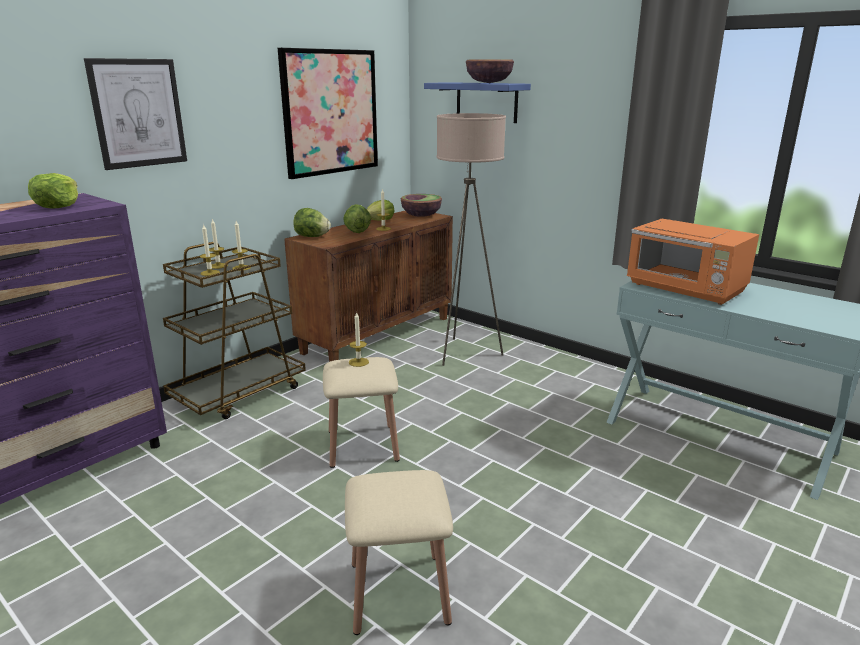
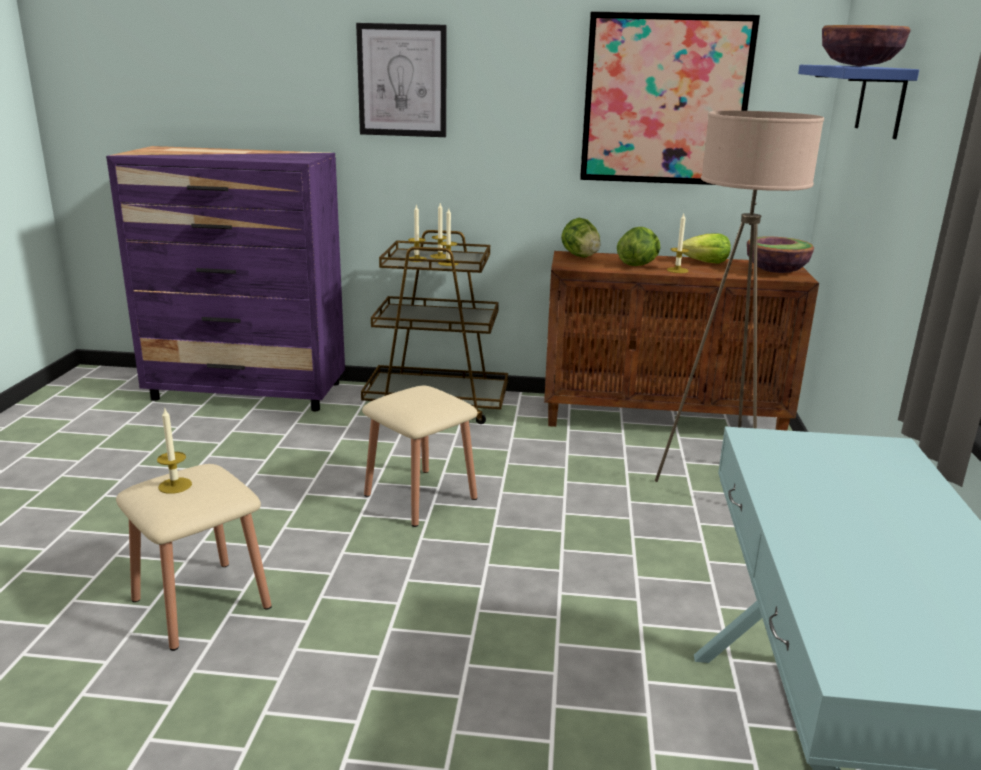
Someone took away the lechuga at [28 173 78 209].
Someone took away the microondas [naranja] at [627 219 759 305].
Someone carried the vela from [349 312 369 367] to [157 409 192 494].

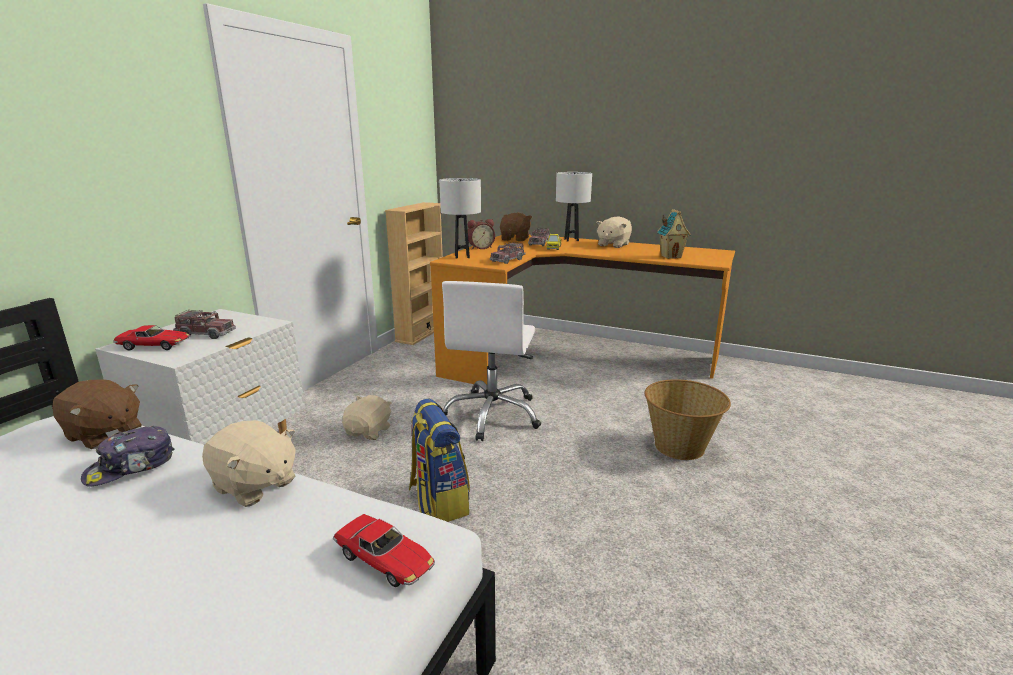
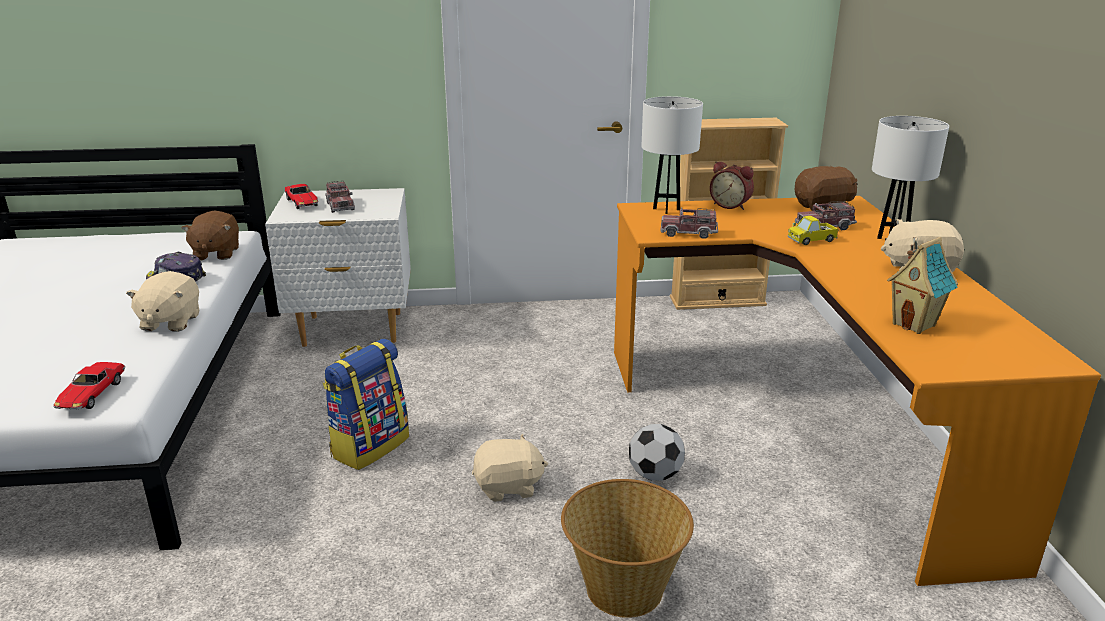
Someone took away the silla de oficina [blanco] at [442 281 541 441].
Someone carried the peluche [beis] from [342 395 392 440] to [472 434 548 502].
Someone put down the balón de fútbol at [629 424 685 481].

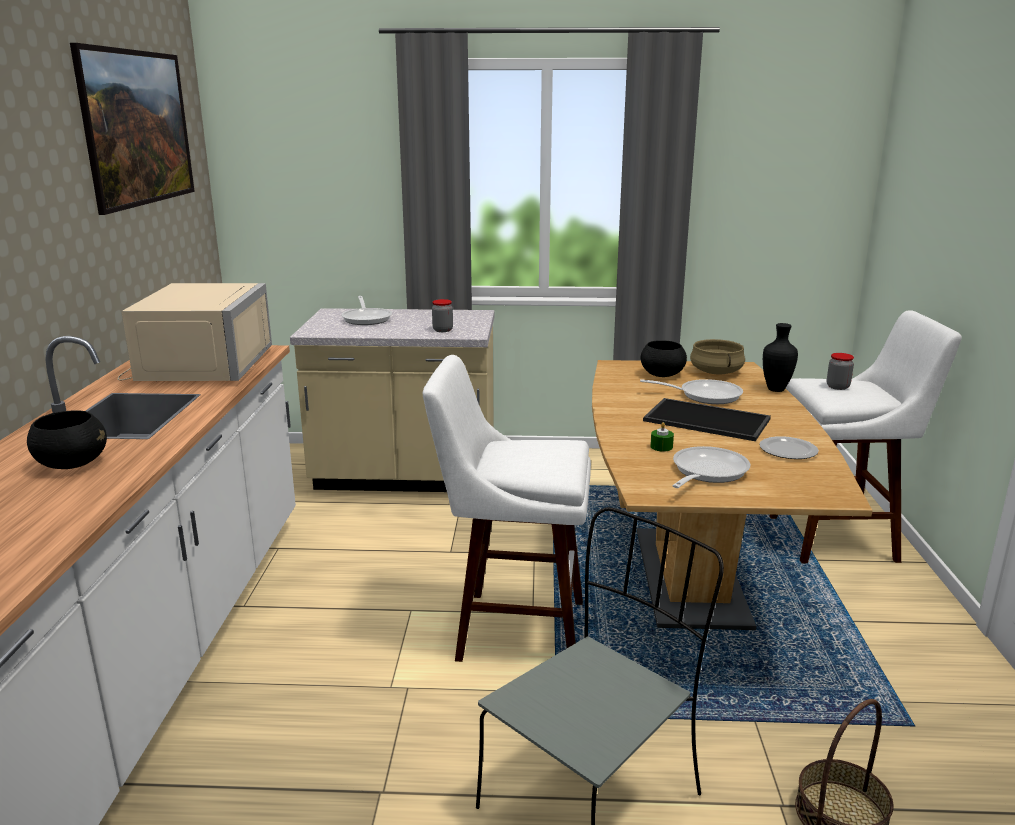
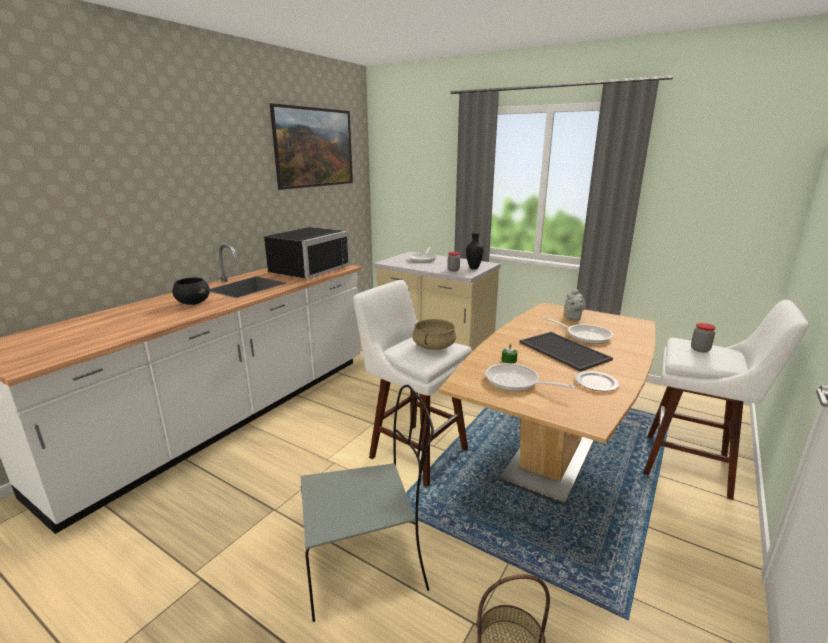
Someone repainted the microondas [beis] at [118 283 272 381], which became the microondas [negro] at [264 227 350 279].
Someone carried the florero [negro] from [763 323 798 392] to [466 233 484 269].
Someone carried the olla [beis] from [690 339 745 375] to [413 319 456 350].
Someone swapped the cuenco [negro] at [641 340 687 377] for the tetera [gris] at [564 288 586 321].
Someone rotated the sartén at [672 446 750 488] by 120 degrees counterclockwise.

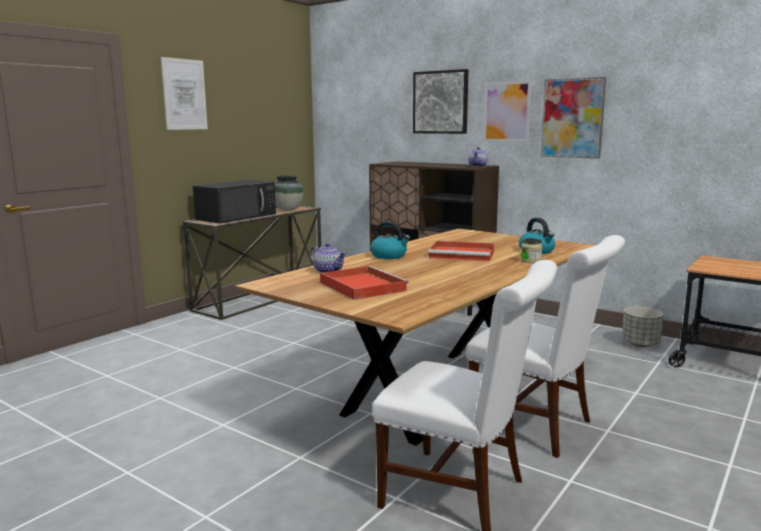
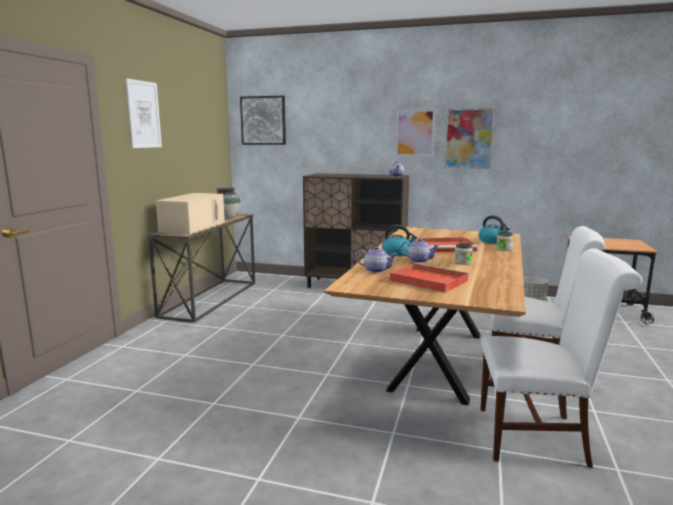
Someone carried the cuadro from [413 69 468 134] to [240 96 286 145].
Someone repainted the microondas [negro] at [193 180 276 224], which became the microondas [beis] at [156 193 225 234].
Someone put down the tetera at [401 238 439 263].
Someone put down the tarro at [454 243 473 265].

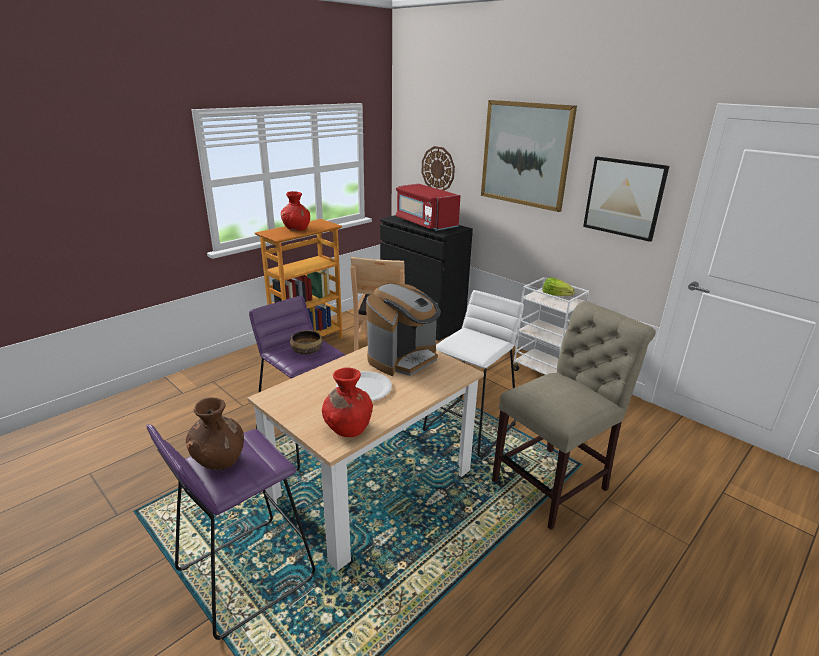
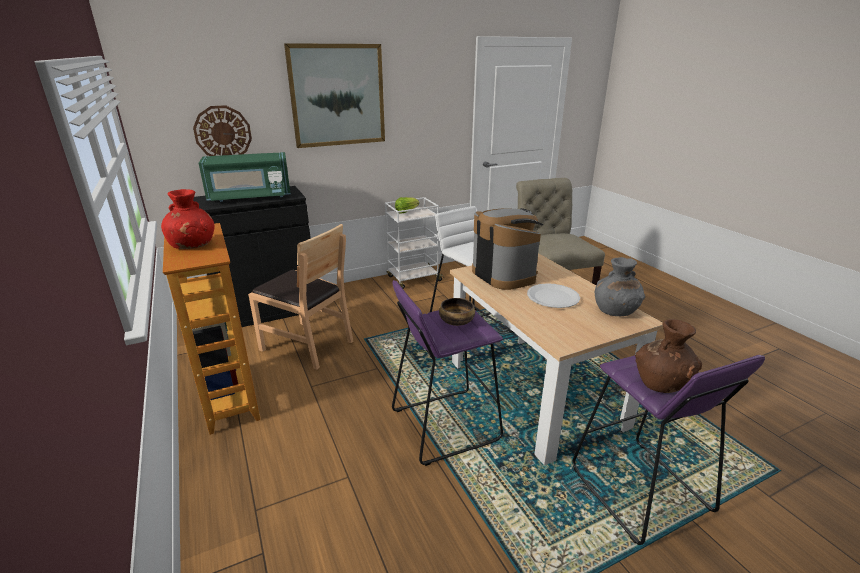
Someone took away the cuadro at [583 156 669 242].
Someone repainted the microondas [rojo] at [396 184 460 231], which became the microondas [verde] at [199 152 291 202].
Someone repainted the florero [rojo] at [322 368 373 437], which became the florero [gris] at [595 257 645 316].

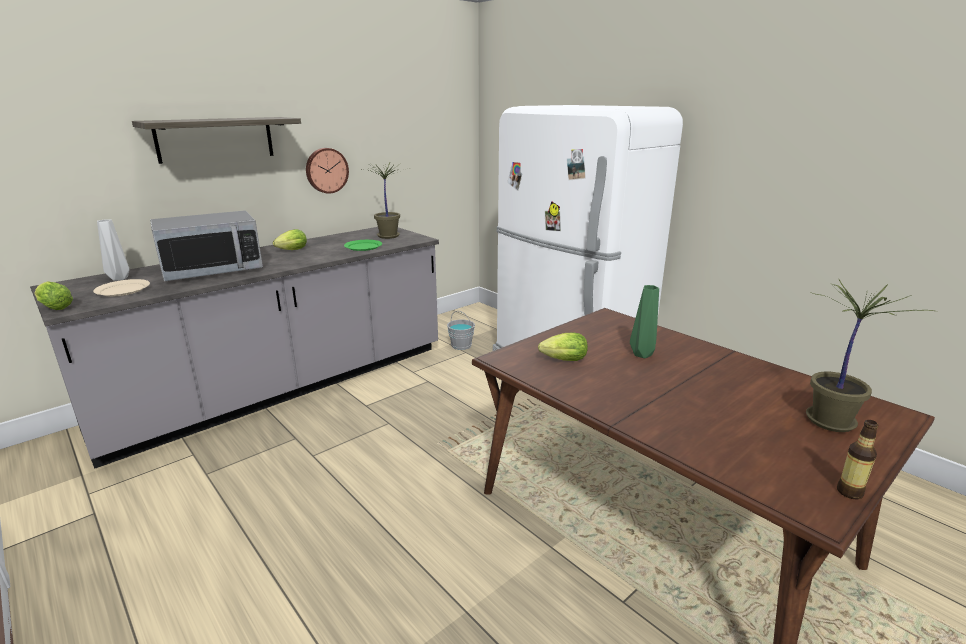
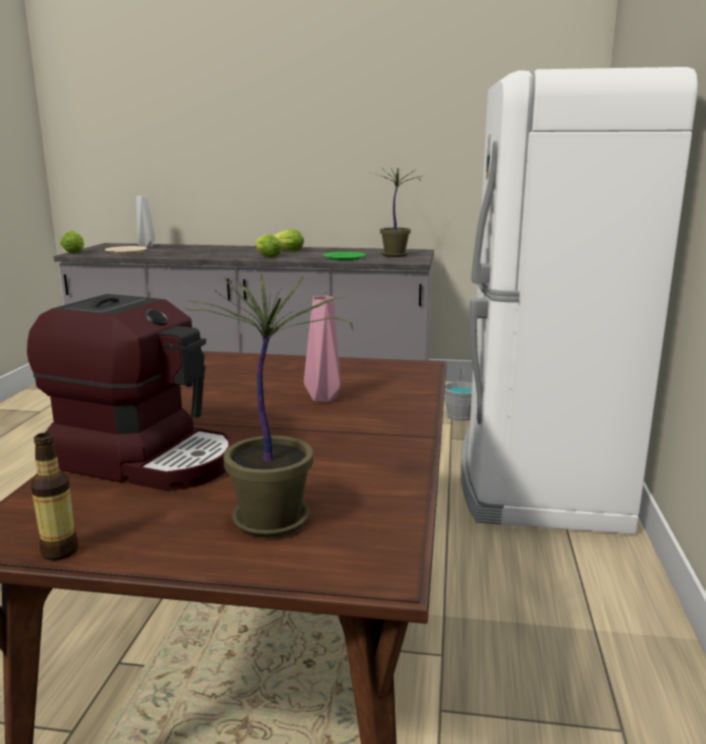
Someone took away the estante at [132 117 301 164].
Someone took away the reloj de pared at [306 148 349 194].
Someone took away the microondas at [150 210 263 281].
Someone repainted the florero [verde] at [630 285 659 358], which became the florero [rosa] at [304 296 340 403].
Someone carried the lechuga from [538 333 588 361] to [255 234 282 258].
Someone put down the cafetera at [27 294 232 491].

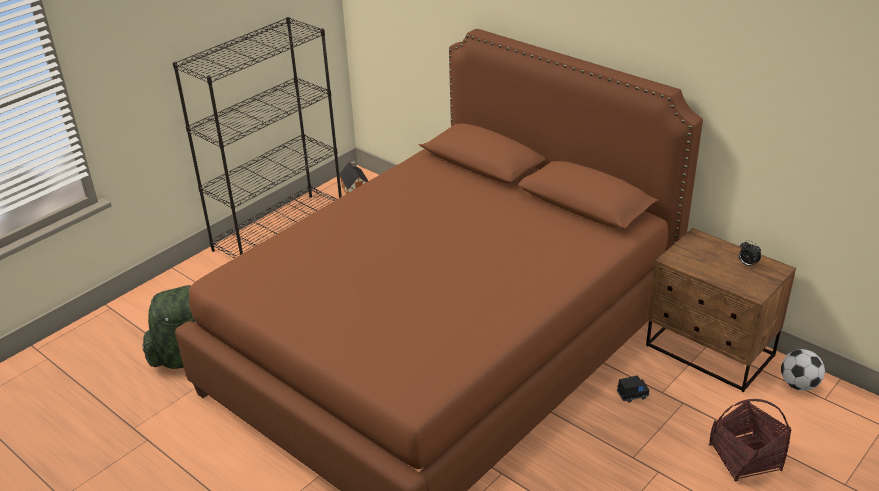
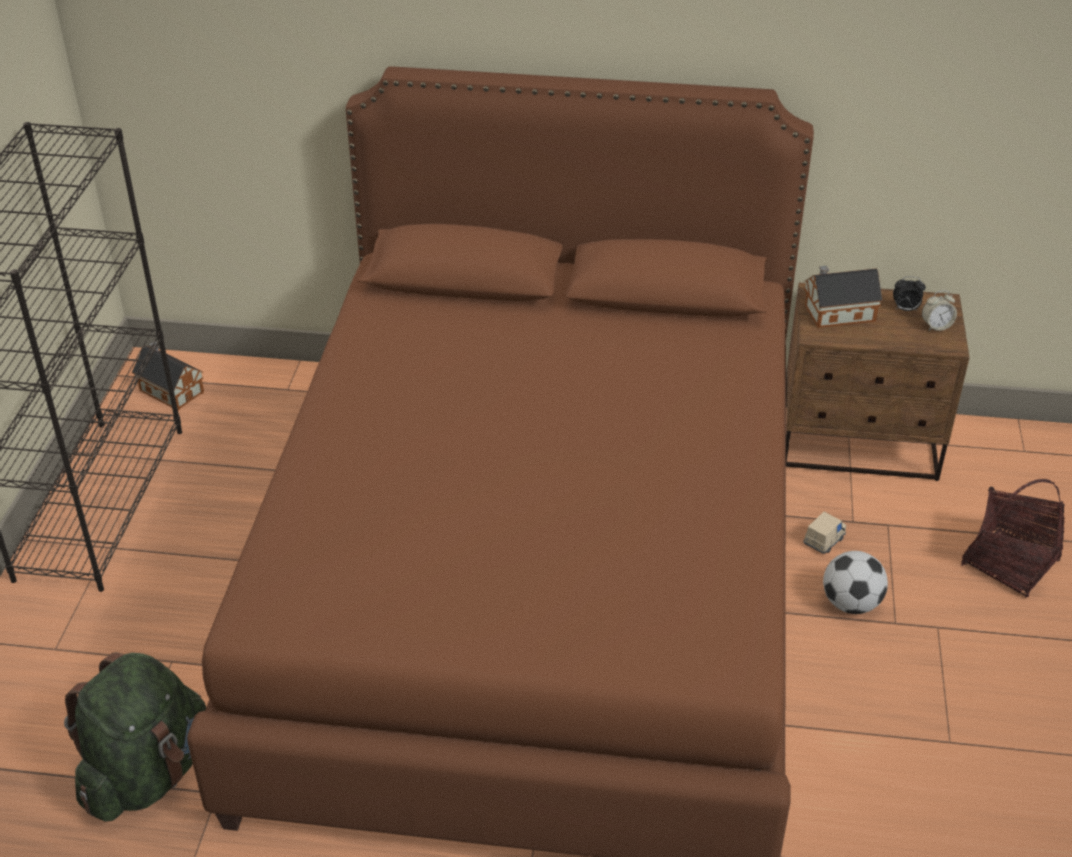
Someone carried the balón de fútbol from [781 349 825 391] to [823 551 888 614].
Someone repainted the coche de juguete [negro] at [617 375 649 402], which became the coche de juguete [beis] at [803 512 846 554].
Someone put down the casita at [804 266 883 328].
Someone put down the despertador at [922 290 957 331].

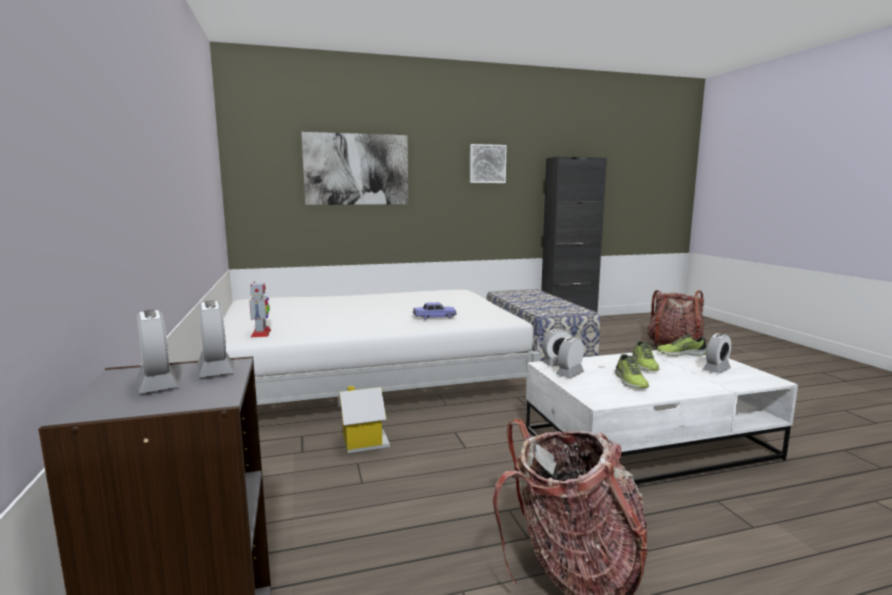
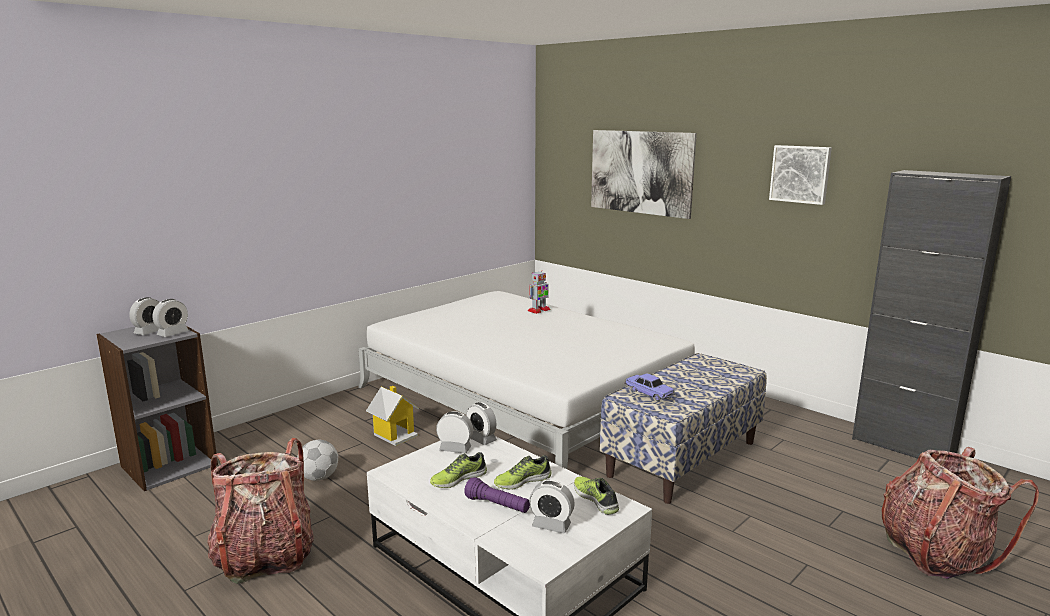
Someone carried the robot de juguete from [249 281 271 337] to [528 272 550 314].
Someone carried the coche de juguete from [413 302 457 320] to [624 373 675 401].
Someone put down the balón de fútbol at [297 440 338 481].
Someone put down the linterna [morado] at [464 477 530 513].

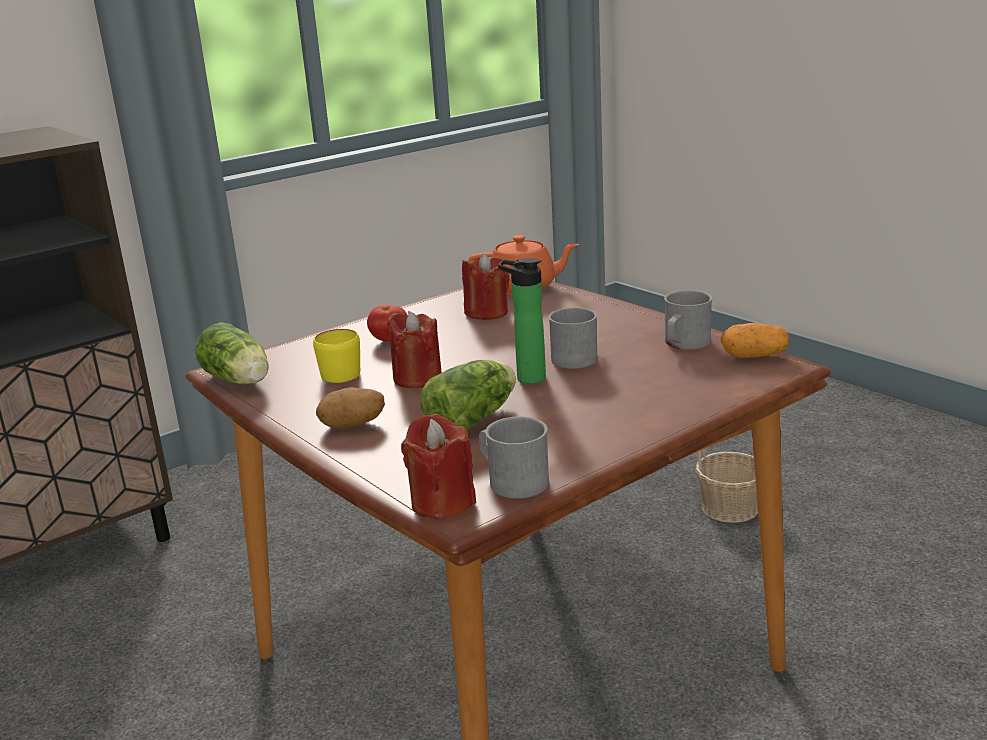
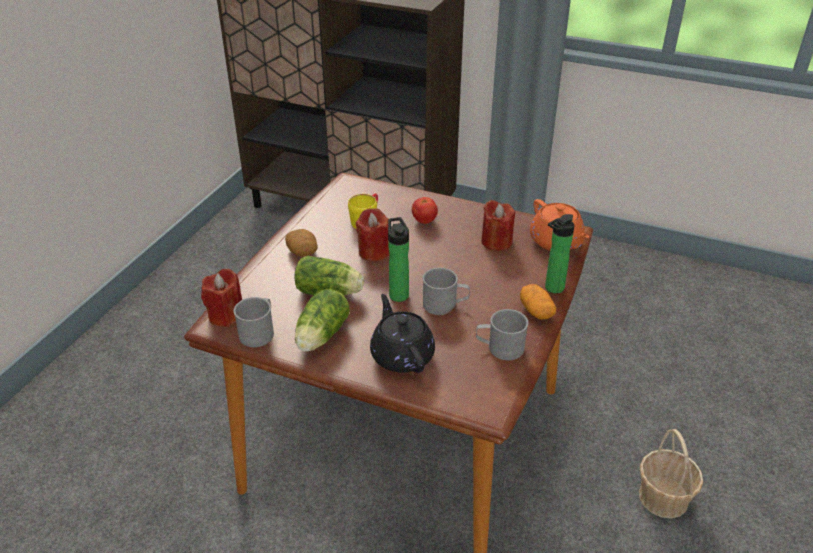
Someone carried the lechuga from [195 322 269 385] to [295 289 350 352].
Someone carried the patata from [721 323 790 358] to [520 284 556 320].
Someone put down the botella at [545 214 575 293].
Someone put down the tetera [negro] at [370 294 435 373].

